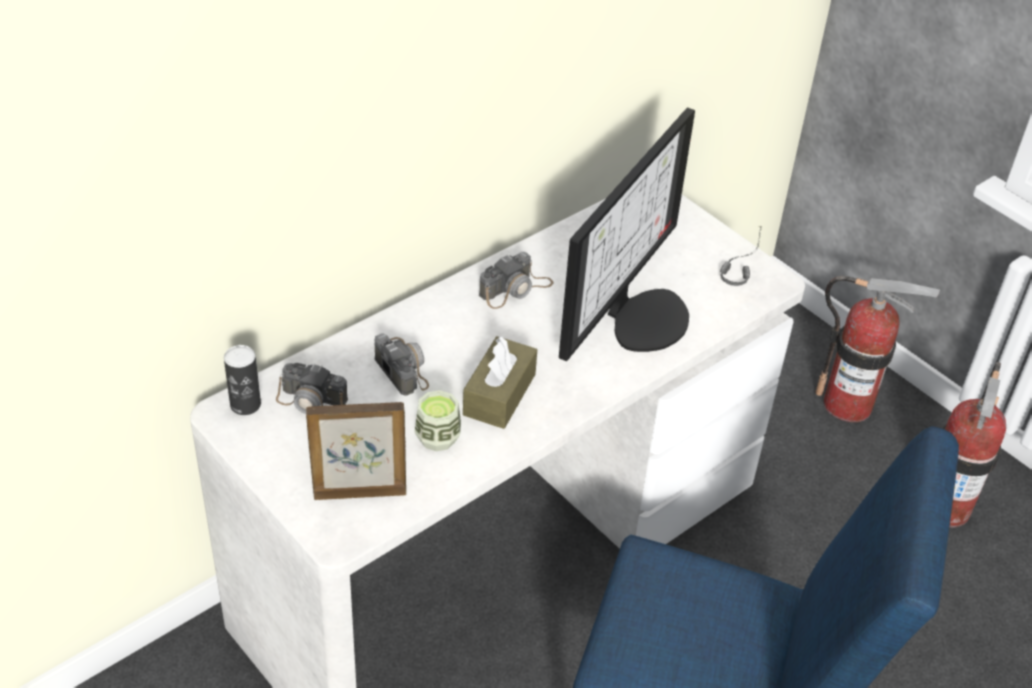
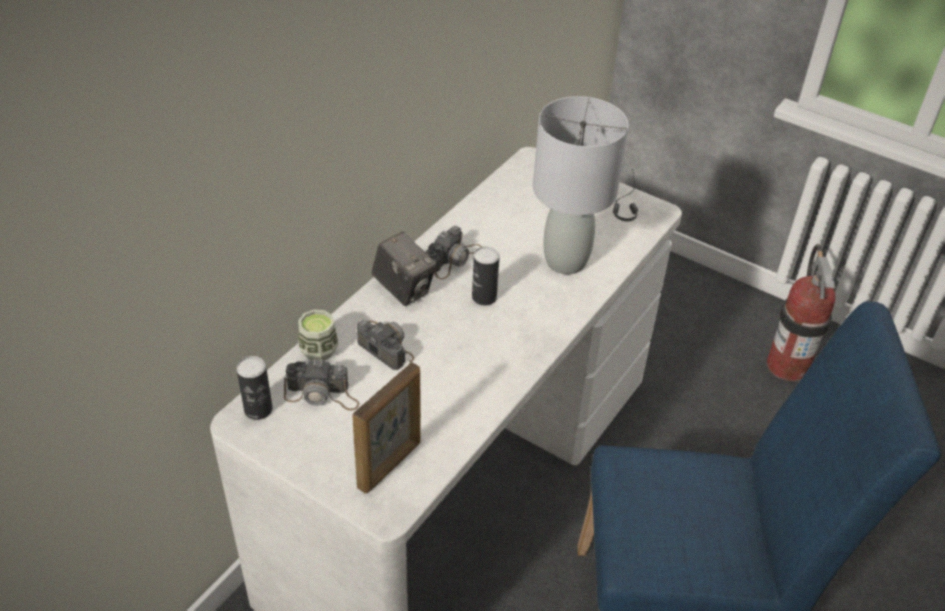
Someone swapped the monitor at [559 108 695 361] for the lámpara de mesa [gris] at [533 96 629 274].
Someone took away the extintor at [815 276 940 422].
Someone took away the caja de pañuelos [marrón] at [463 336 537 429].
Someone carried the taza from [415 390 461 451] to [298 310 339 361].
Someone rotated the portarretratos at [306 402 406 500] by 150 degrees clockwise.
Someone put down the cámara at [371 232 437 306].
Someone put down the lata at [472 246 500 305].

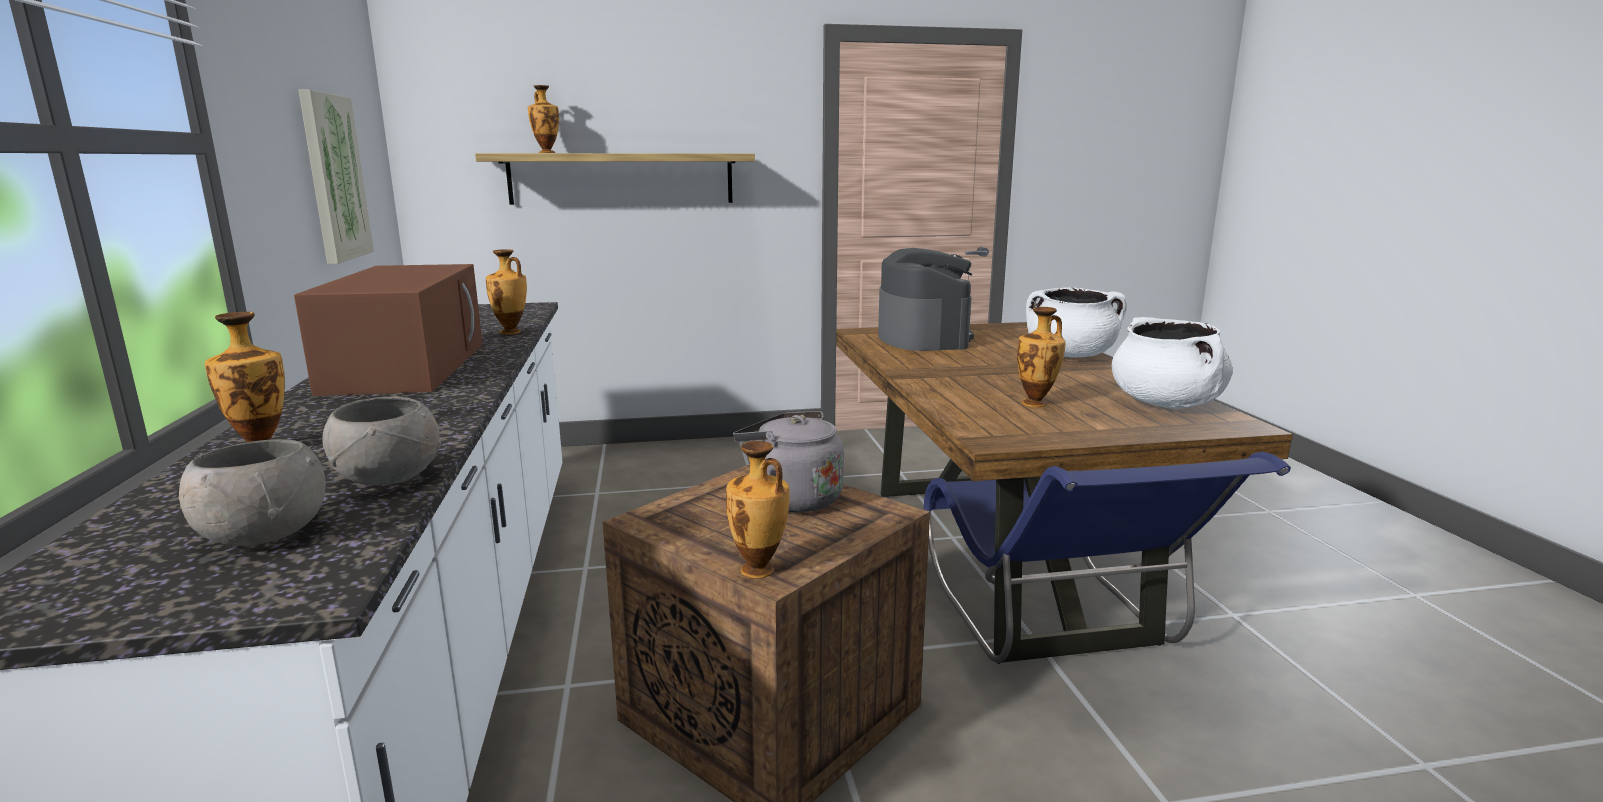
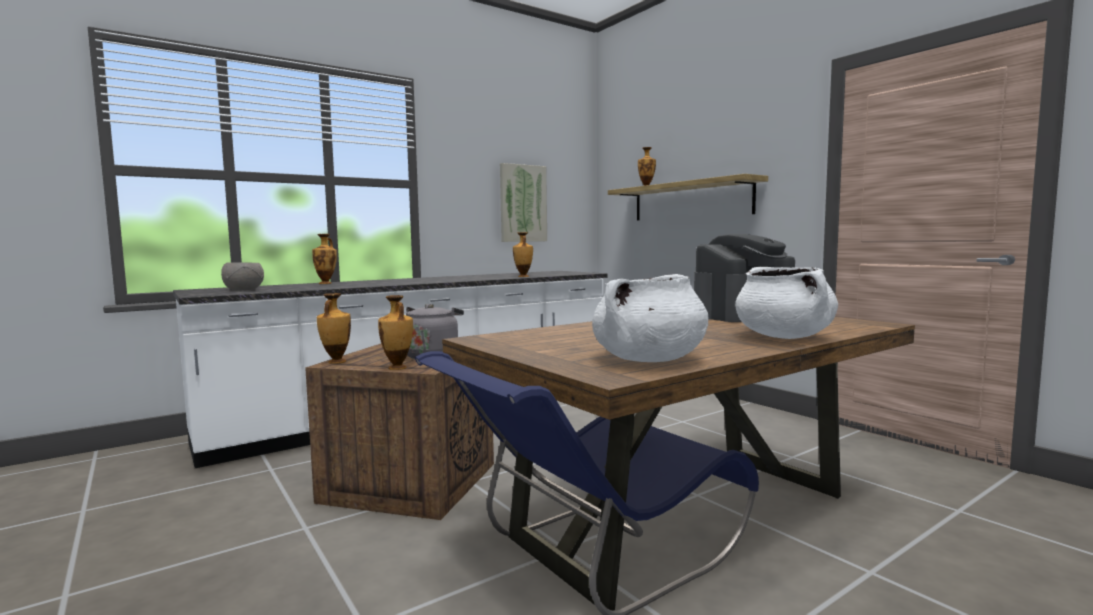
Someone took away the microondas [marrón] at [294 264 483 396].
Someone carried the florero from [1017 307 1066 407] to [378 295 413 370].
Someone took away the cuenco [gris] at [323 397 441 485].

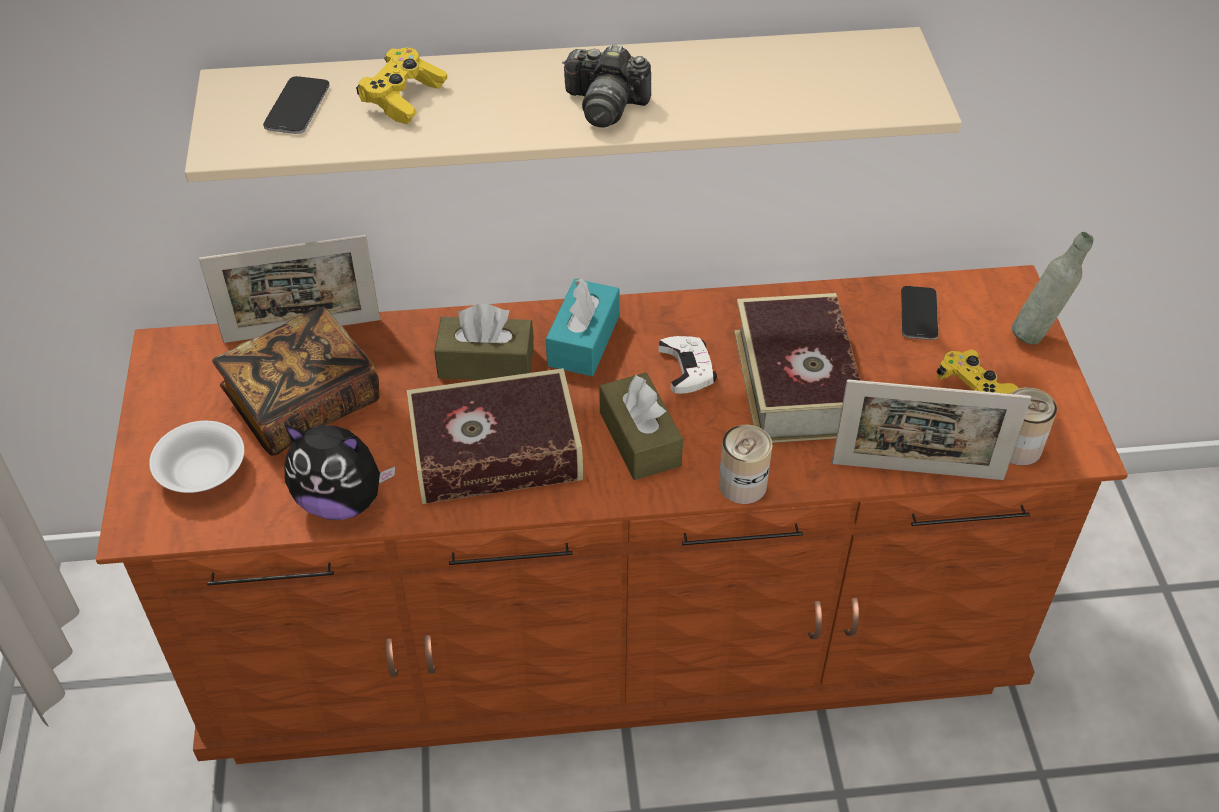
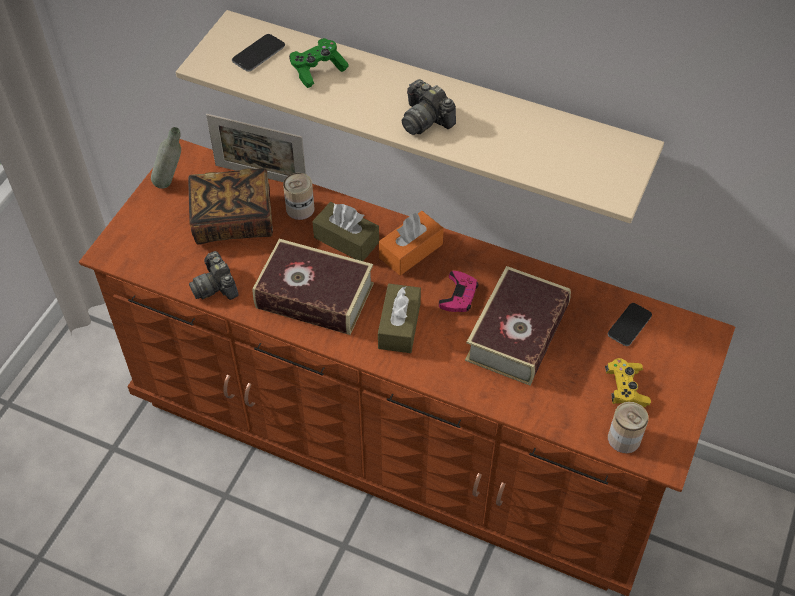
Someone repainted the mando de consola [amarillo] at [356 48 447 124], which became the mando de consola [verde] at [289 38 349 88].
Someone carried the botella [gris] from [1012 232 1094 345] to [151 127 181 189].
Someone repainted the caja de pañuelos [turquesa] at [546 278 620 376], which became the caja de pañuelos [naranja] at [379 211 444 275].
Someone repainted the mando de consola [blanco] at [658 336 717 394], which became the mando de consola [rosa] at [439 271 479 312].
Someone took away the portarretratos at [832 379 1031 480].
Someone took away the cuenco [blanco] at [149 421 244 493].
Someone swapped the peluche at [284 425 395 520] for the cámara at [189 251 238 300].
Someone carried the lata from [719 425 773 504] to [283 173 314 220].

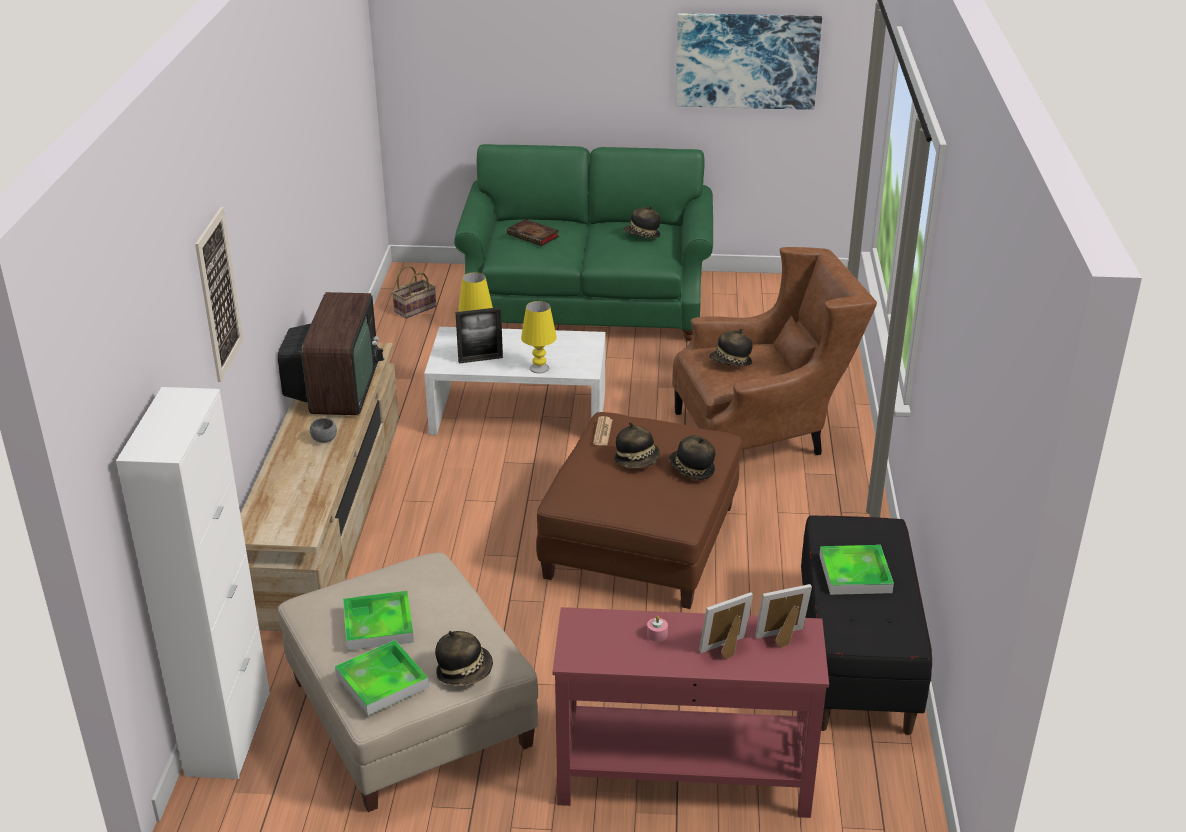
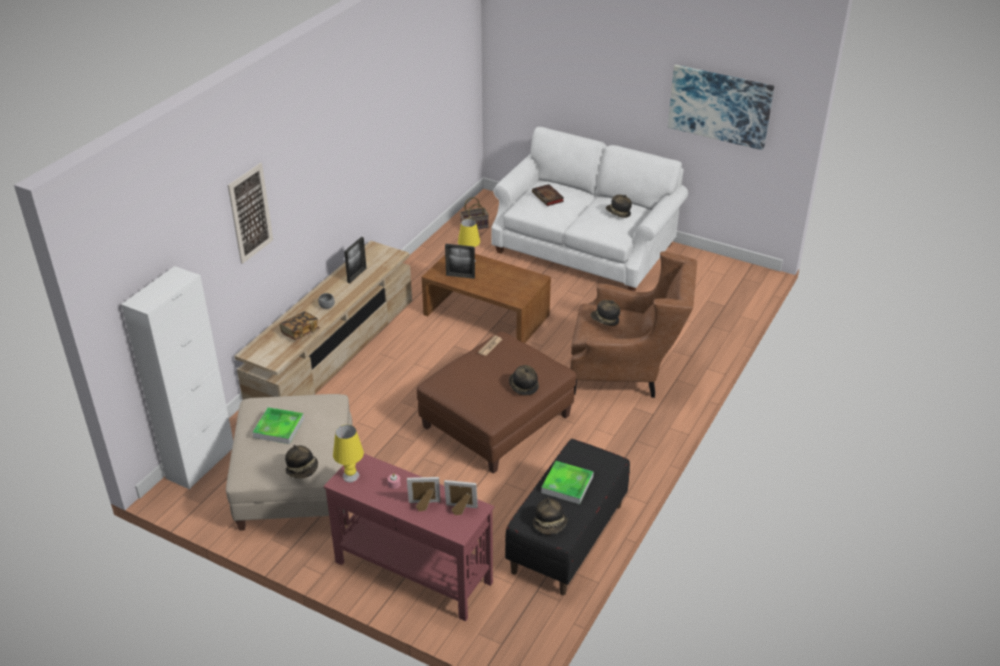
Someone repainted the sofá [verde] at [454 144 713 341], which became the sofá [blanco] at [491 127 688 292].
Someone swapped the televisor at [278 292 384 415] for the portarretratos at [344 237 367 283].
Someone carried the lámpara de mesa [amarillo] from [521 301 557 374] to [333 425 364 482].
Someone repainted the mesa de centro [blanco] at [424 327 606 435], which became the mesa de centro [marrón] at [422 254 551 343].
Someone carried the sombrero from [614 422 660 468] to [533 498 567 535].
Someone took away the bandeja at [335 640 429 716].
Someone put down the libro at [279 311 320 340].

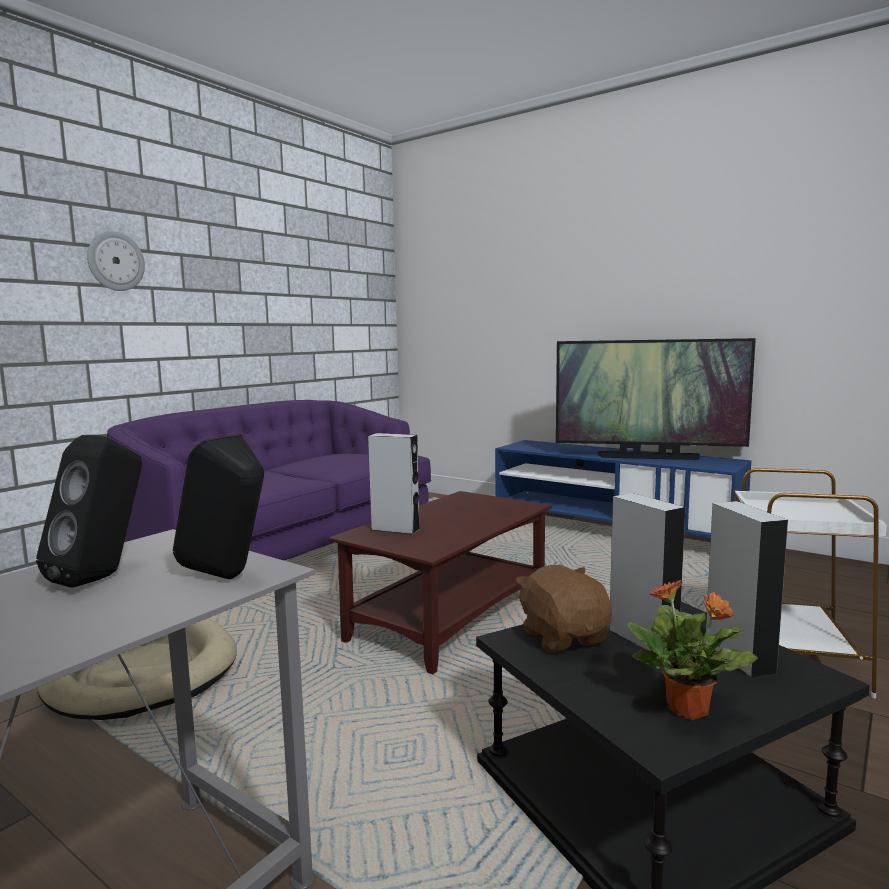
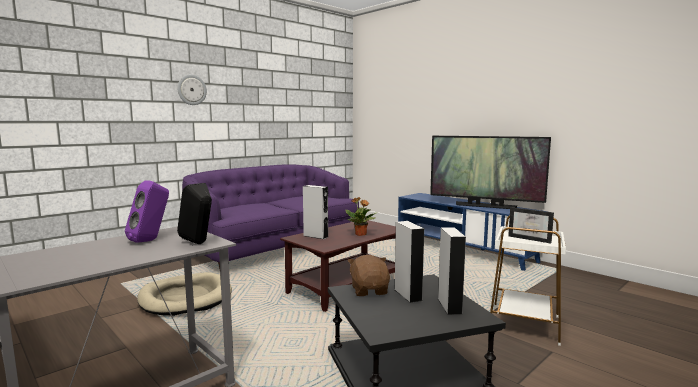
Someone repainted the altavoz [negro] at [36 435 142 588], which became the altavoz [morado] at [125 181 169 243].
Someone carried the planta en maceta from [627 580 758 720] to [345 197 378 236].
Someone put down the portarretratos at [508 207 554 244].

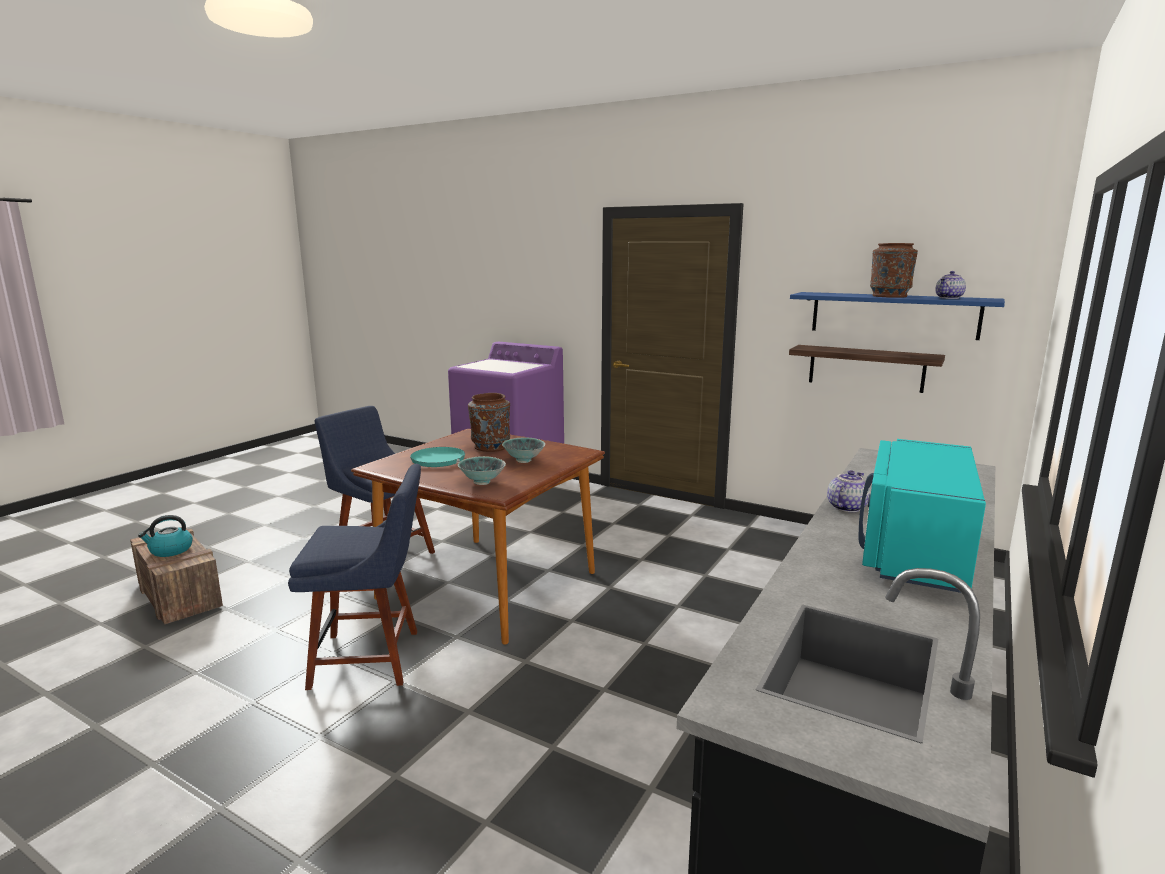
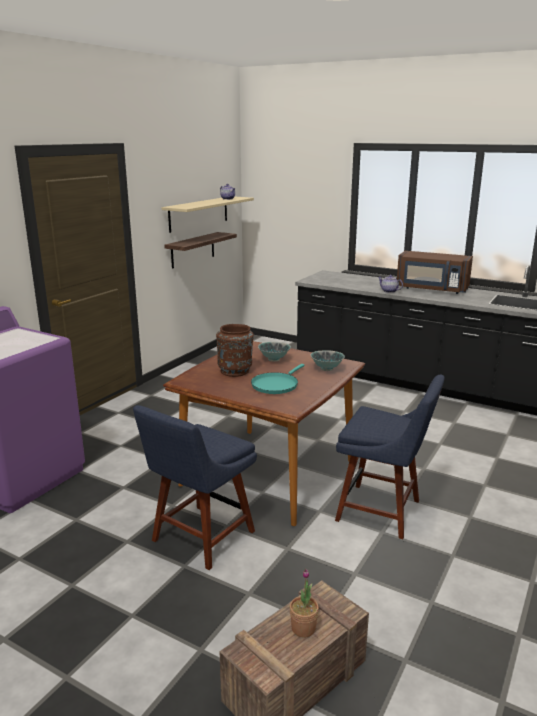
Someone took away the florero [marrón] at [870 243 918 298].
Someone repainted the estante [azul] at [790 292 1005 340], which became the estante [beis] at [162 197 254 233].
Someone repainted the microondas [turquesa] at [859 439 986 593], which became the microondas [marrón] at [397 251 473 294].
Someone rotated the silla [azul] at [288 464 421 690] by 120 degrees clockwise.
Someone swapped the hervidor at [138 515 193 557] for the planta en maceta at [290 569 319 637].

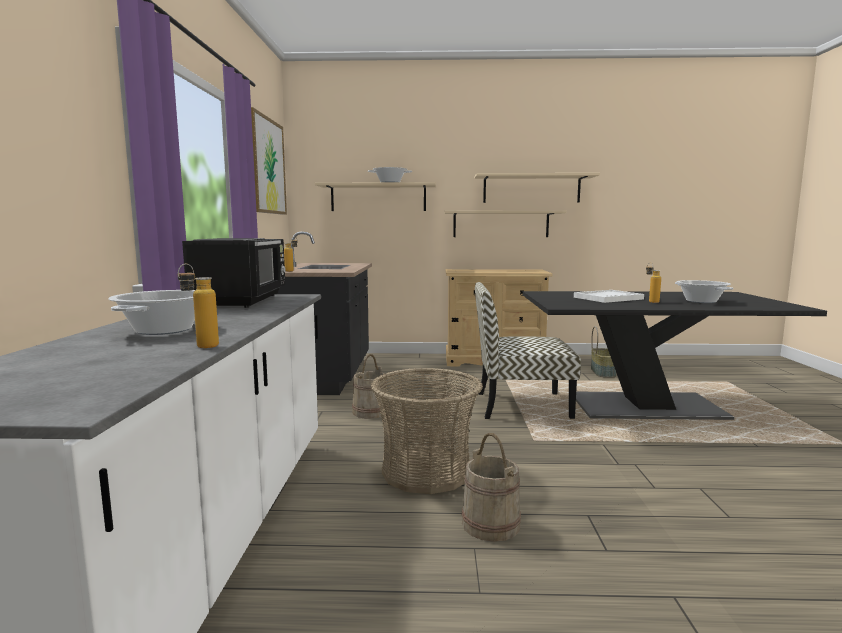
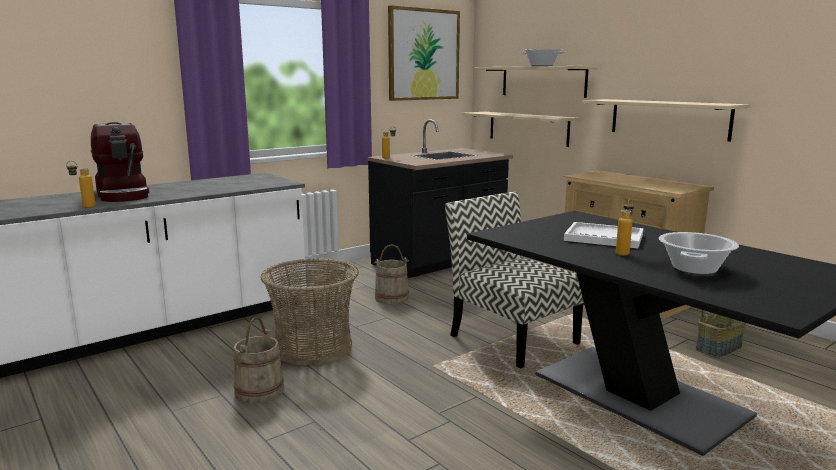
Someone carried the estante [beis] from [474 173 600 203] to [462 112 580 147].
Someone took away the microondas [negro] at [182 238 286 308].
Someone swapped the olla at [108 290 195 335] for the cafetera at [91 122 149 202].

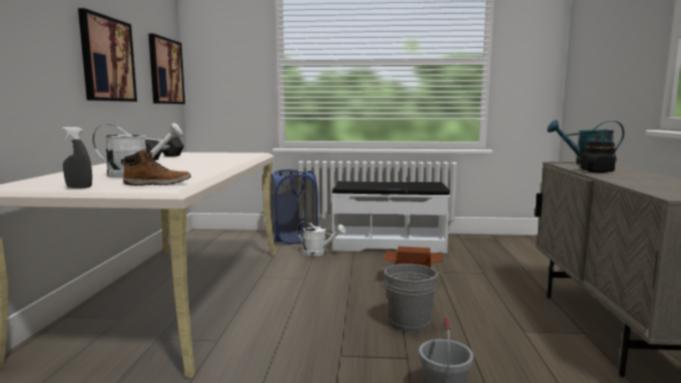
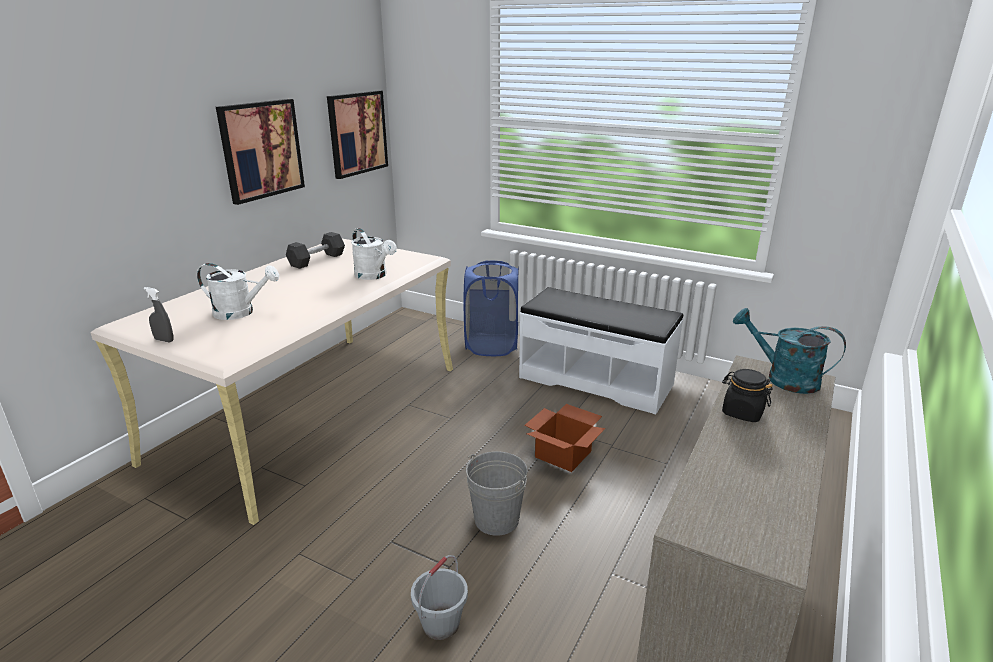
Someone took away the bota at [121 149 191 186].
Someone carried the regadera [blanco] from [297 221 346 256] to [351 228 397 280].

